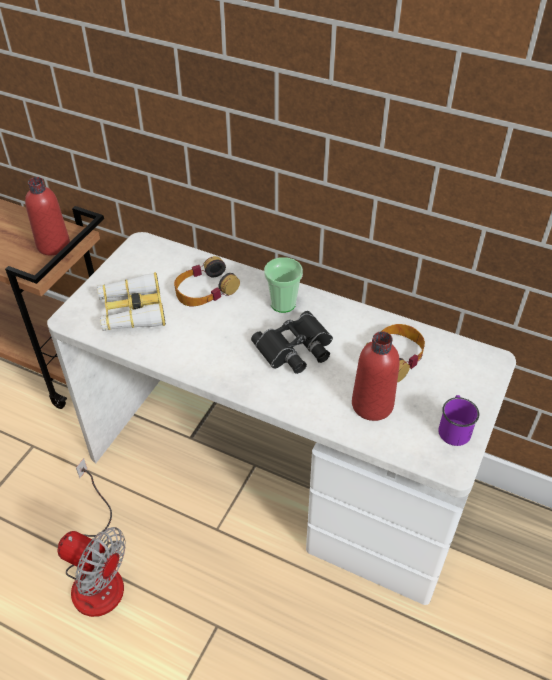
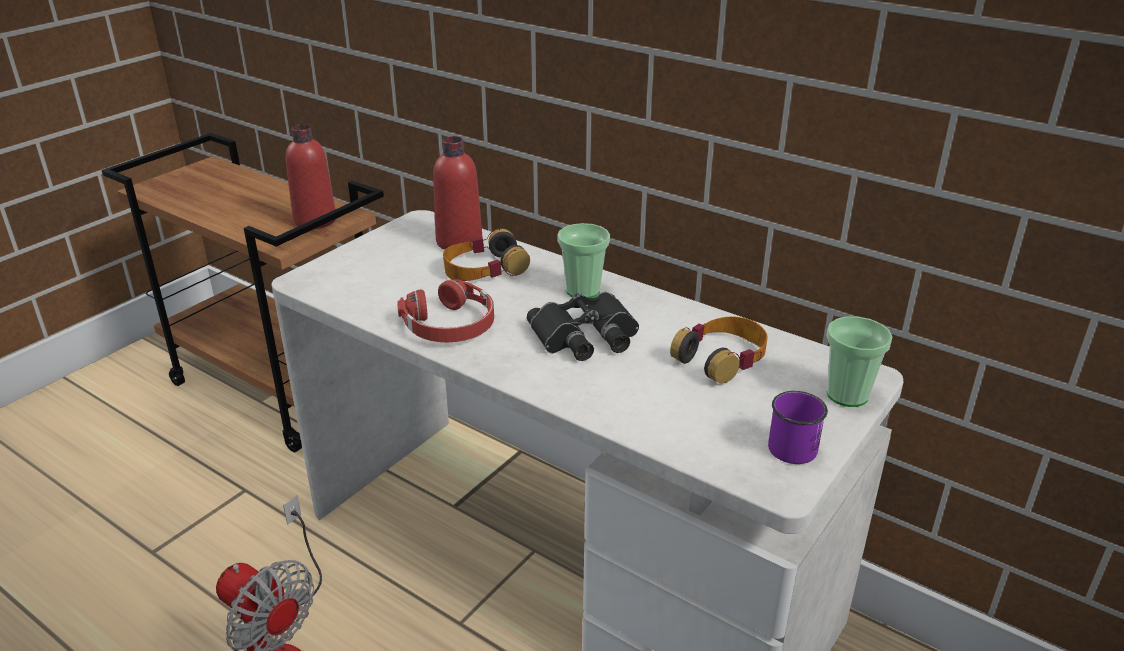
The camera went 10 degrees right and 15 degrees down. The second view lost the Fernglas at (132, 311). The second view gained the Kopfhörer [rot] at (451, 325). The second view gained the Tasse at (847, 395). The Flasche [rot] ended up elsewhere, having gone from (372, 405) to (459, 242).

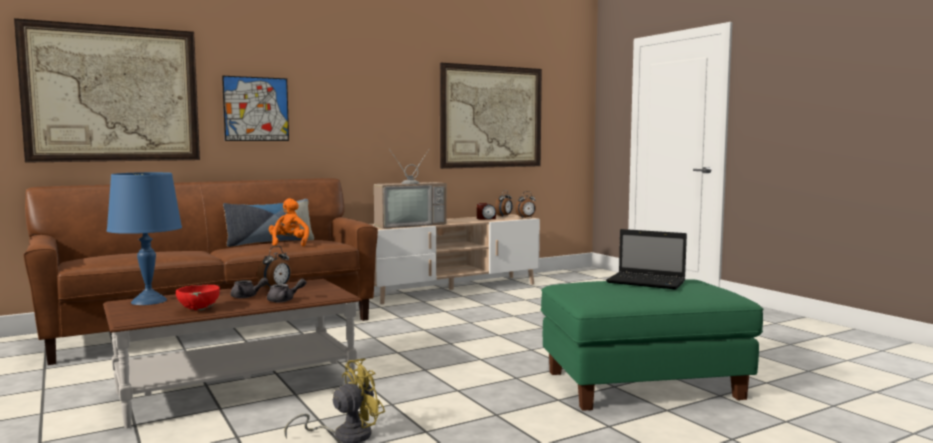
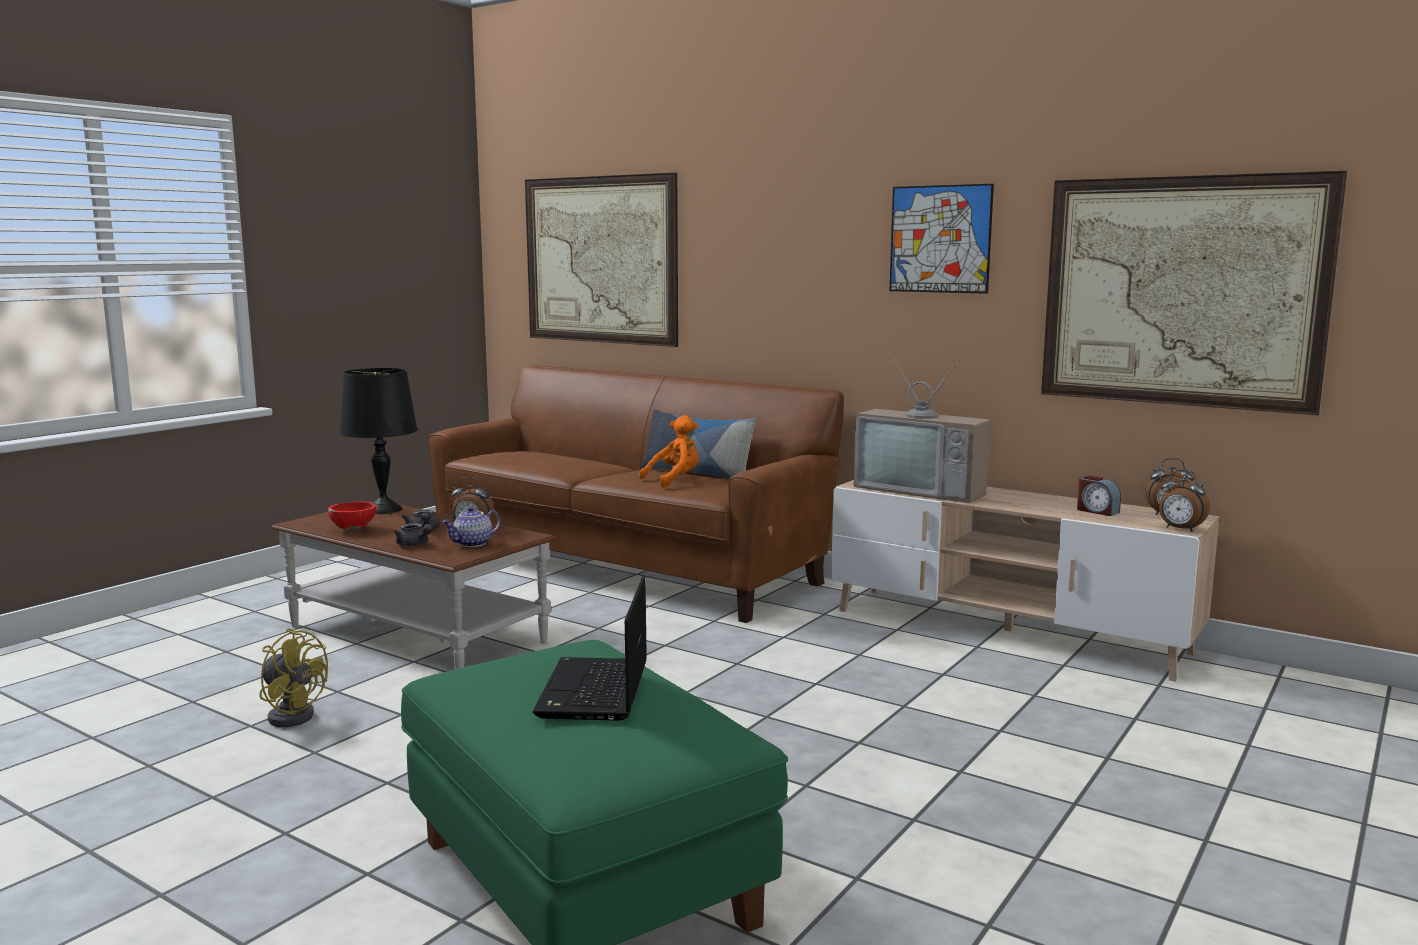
The camera went 65 degrees right and 5 degrees up. The second view gained the Teekanne at (473, 544). The Bild ended up elsewhere, having gone from (256, 109) to (940, 239). What was the Tischlampe [blau] at (148, 301) turned into the Tischlampe [schwarz] at (383, 509).

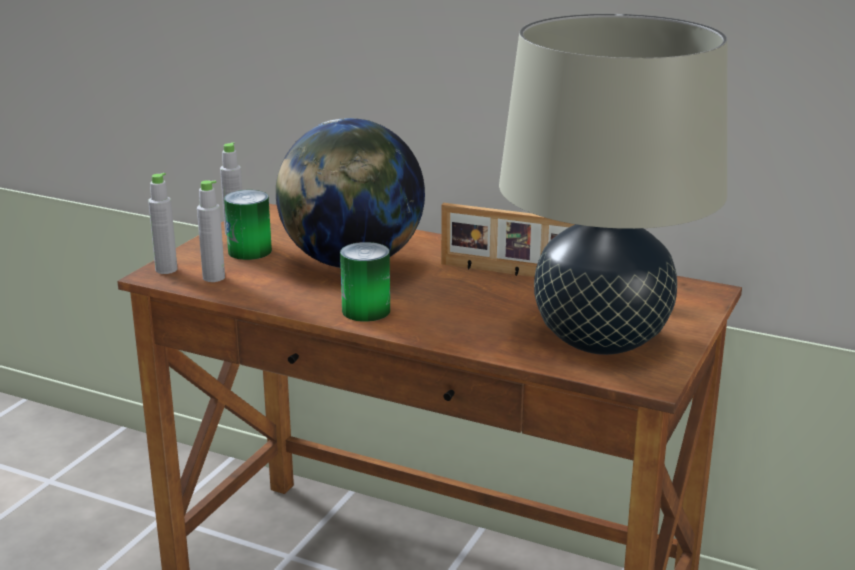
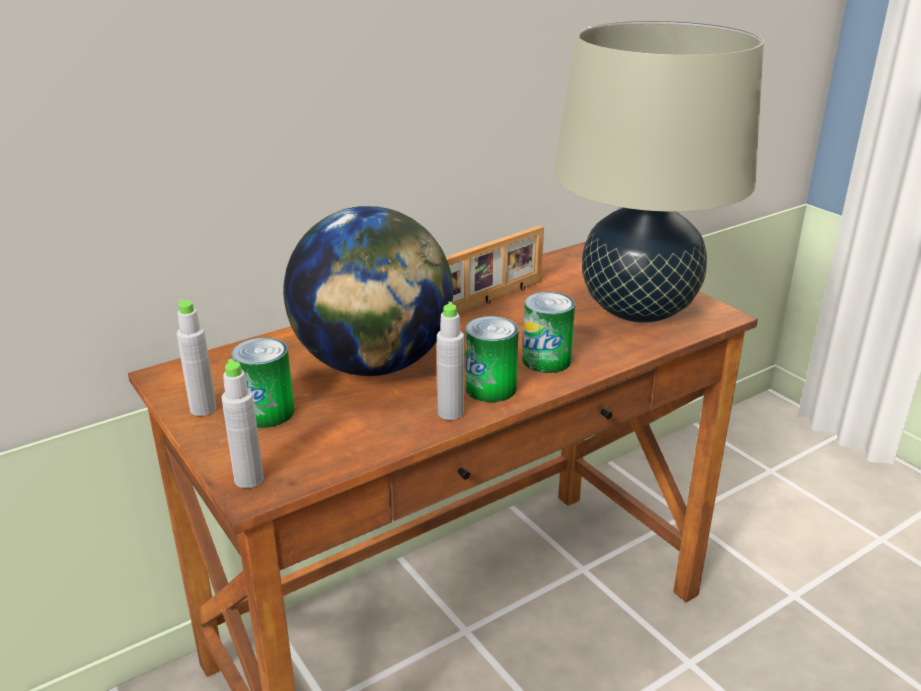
The camera went 60 degrees left and 5 degrees up. The second view gained the Dose at (546, 360). The Flasche [grau] ended up elsewhere, having gone from (214, 278) to (450, 413).

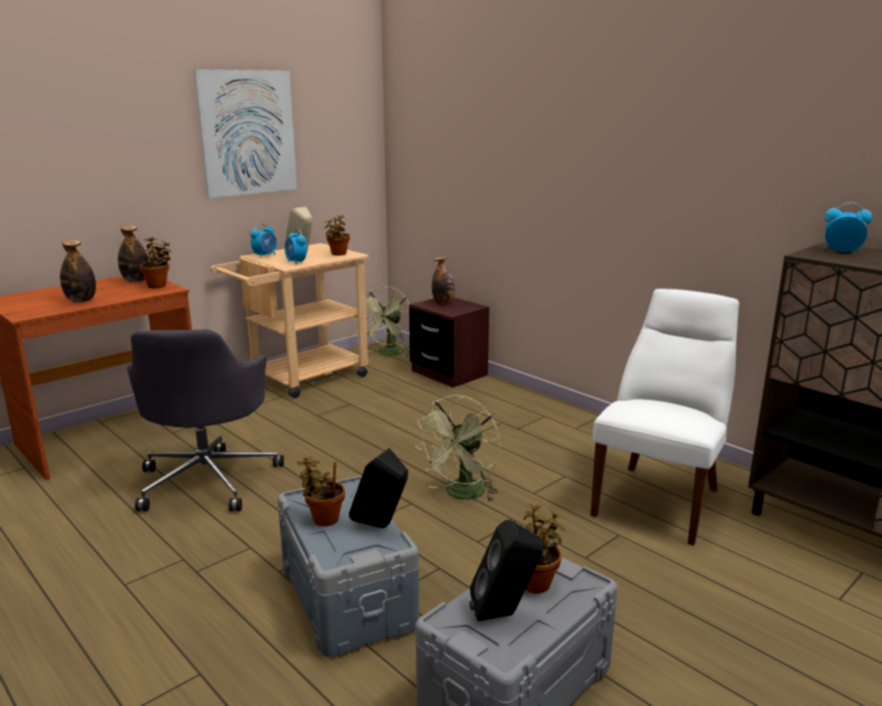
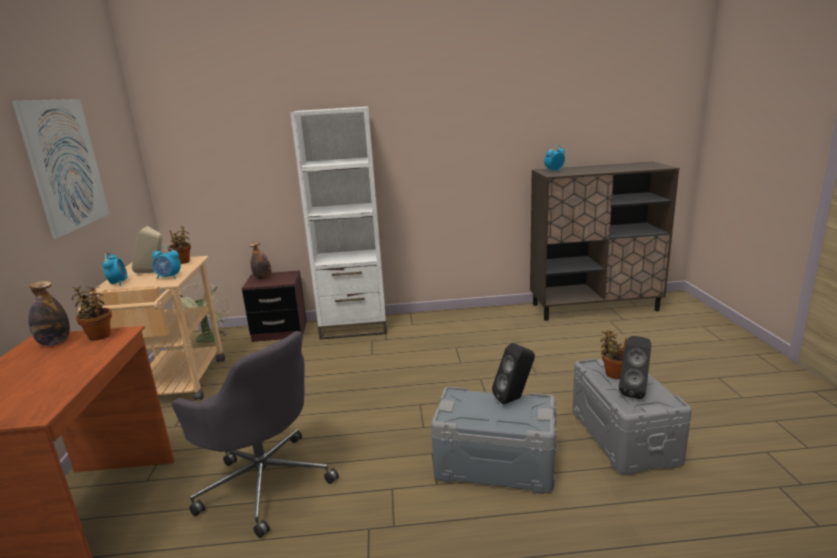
The camera went 50 degrees left and 0 degrees up. The second view lost the Flasche at (81, 300). The second view lost the Topfpflanze at (323, 518). The second view lost the Ventilator [grün] at (462, 495). The second view lost the Stuhl [weiß] at (659, 499). The second view gained the Bücherregal [weiß] at (354, 327).

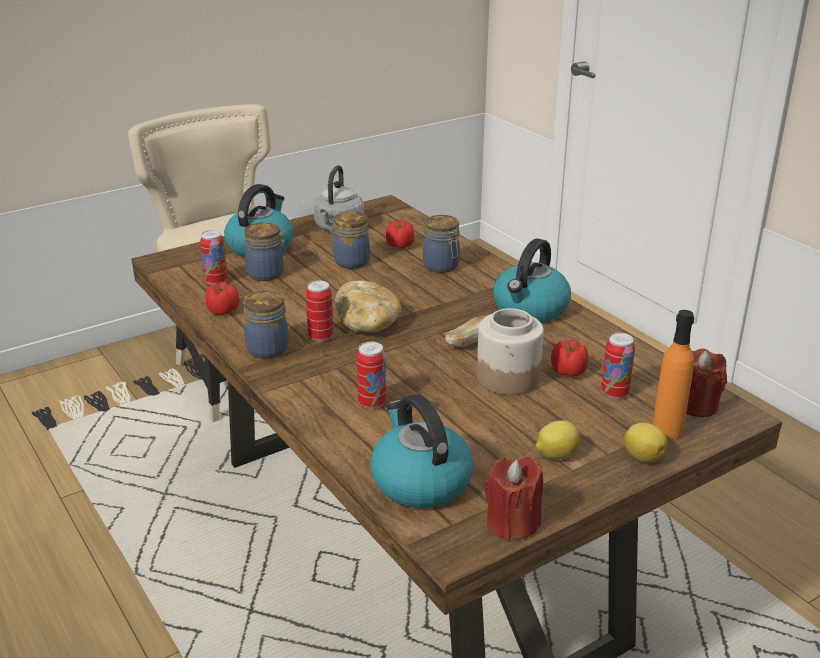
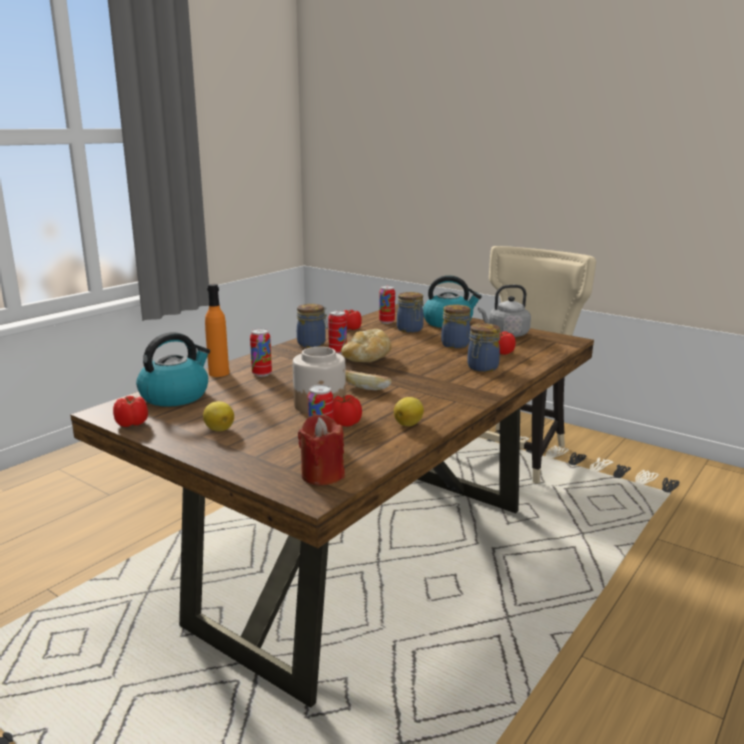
The camera went 70 degrees right and 10 degrees down. The second view lost the Wasserkessel at (530, 309). The Zitrone ended up elsewhere, having gone from (642, 456) to (409, 424). The Flasche [orange] ended up elsewhere, having gone from (667, 432) to (219, 373). Where the Kerze [rot] stood at (512, 523), the Tomate came to stand at (132, 424).

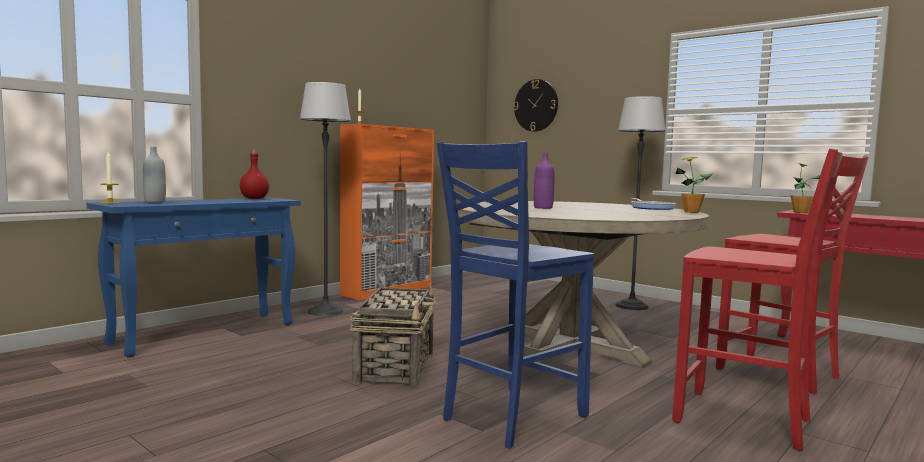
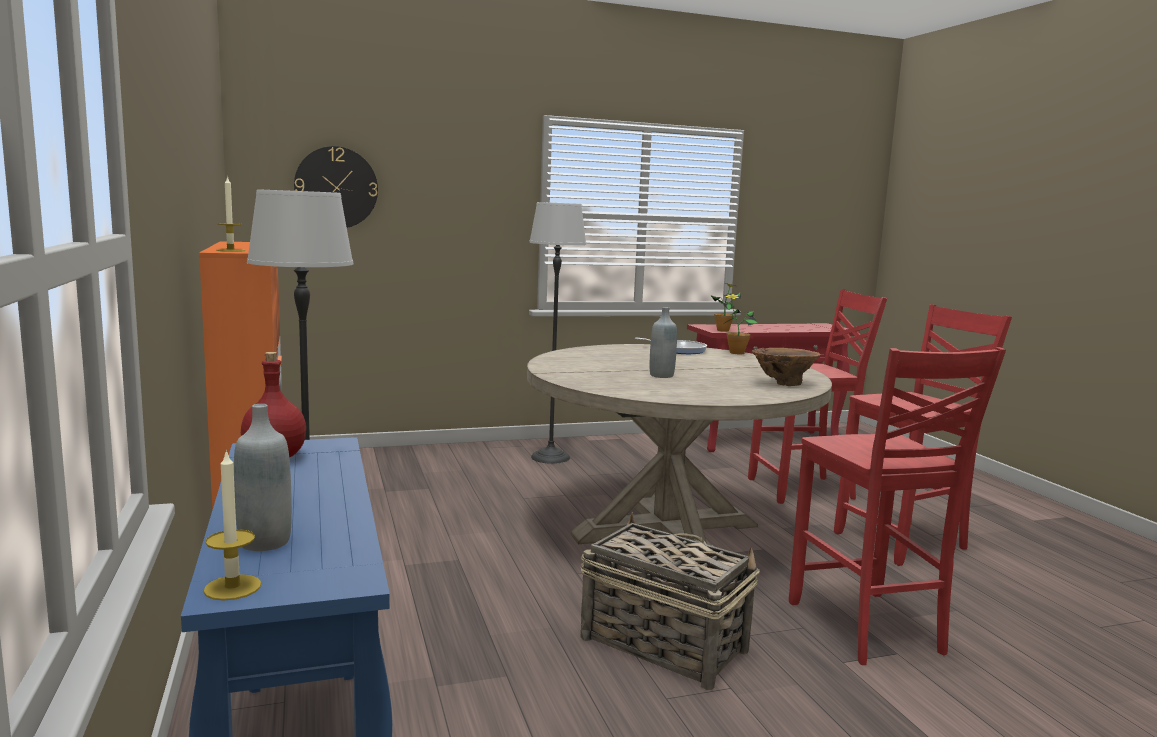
The camera went 60 degrees left and 5 degrees up. The second view gained the Vase [braun] at (782, 384). What was the Stuhl [blau] at (510, 417) turned into the Stuhl [rot] at (867, 629). What was the Flasche [lila] at (543, 208) turned into the Flasche [grau] at (661, 375).

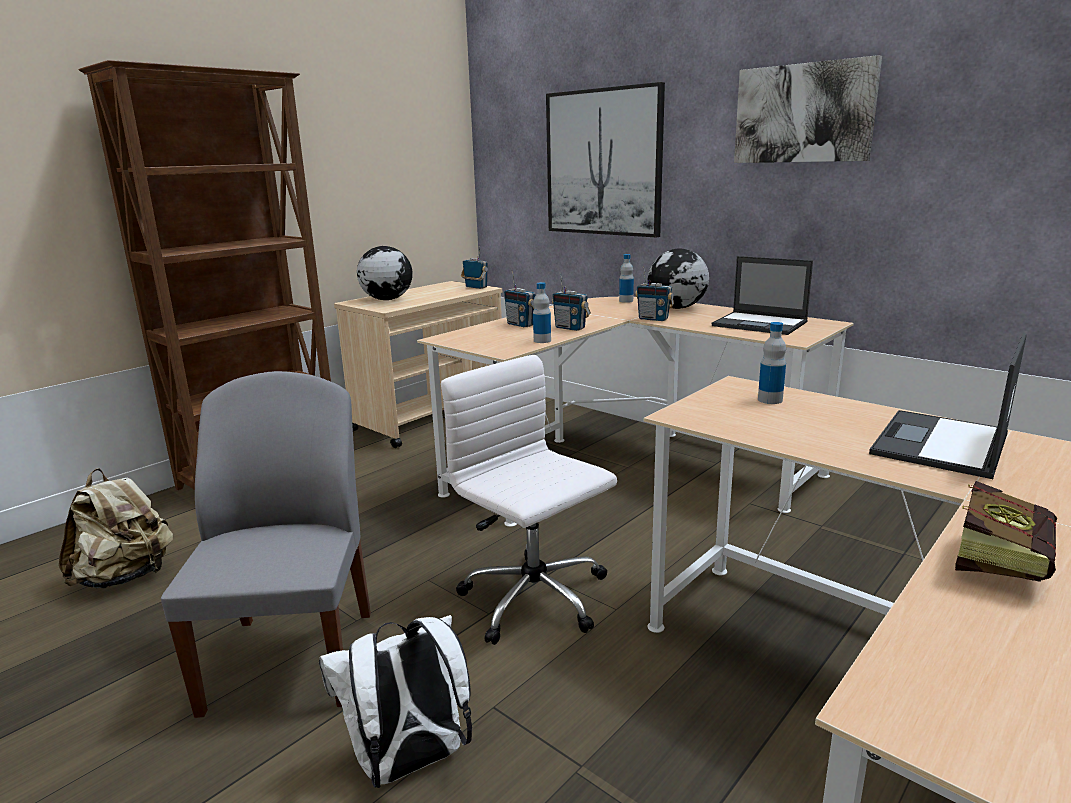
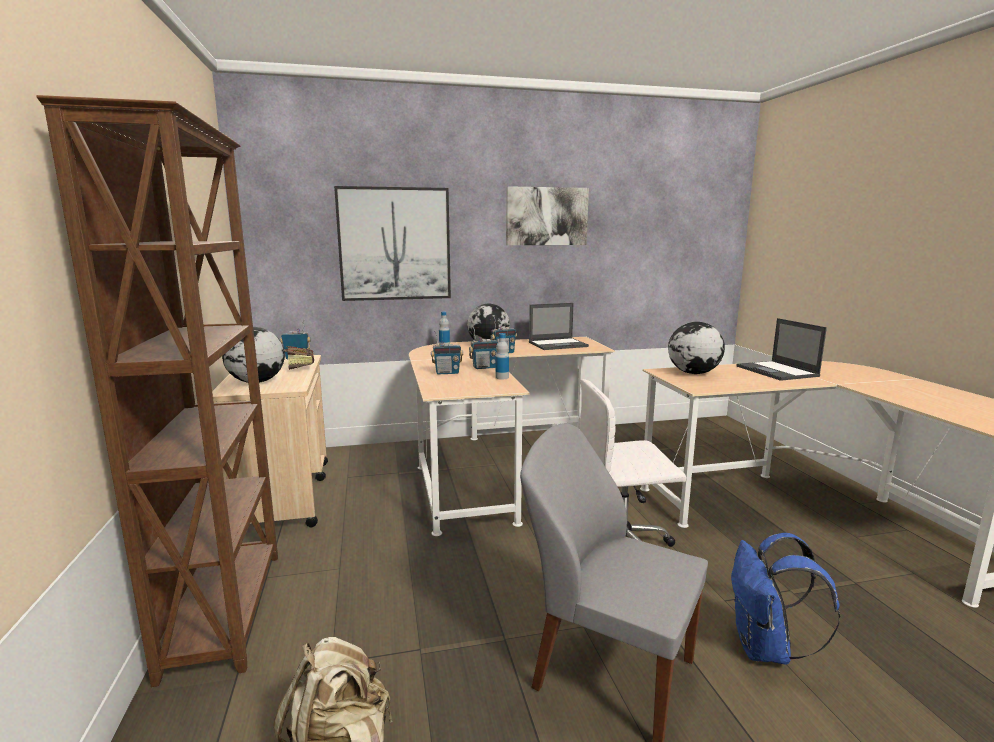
The camera went 55 degrees left and 5 degrees down. The Buch ended up elsewhere, having gone from (1000, 559) to (301, 367). Where the Flasche stood at (770, 400), the Globus came to stand at (692, 373). What was the Rucksack [weiß] at (409, 764) turned into the Rucksack [blau] at (765, 649).

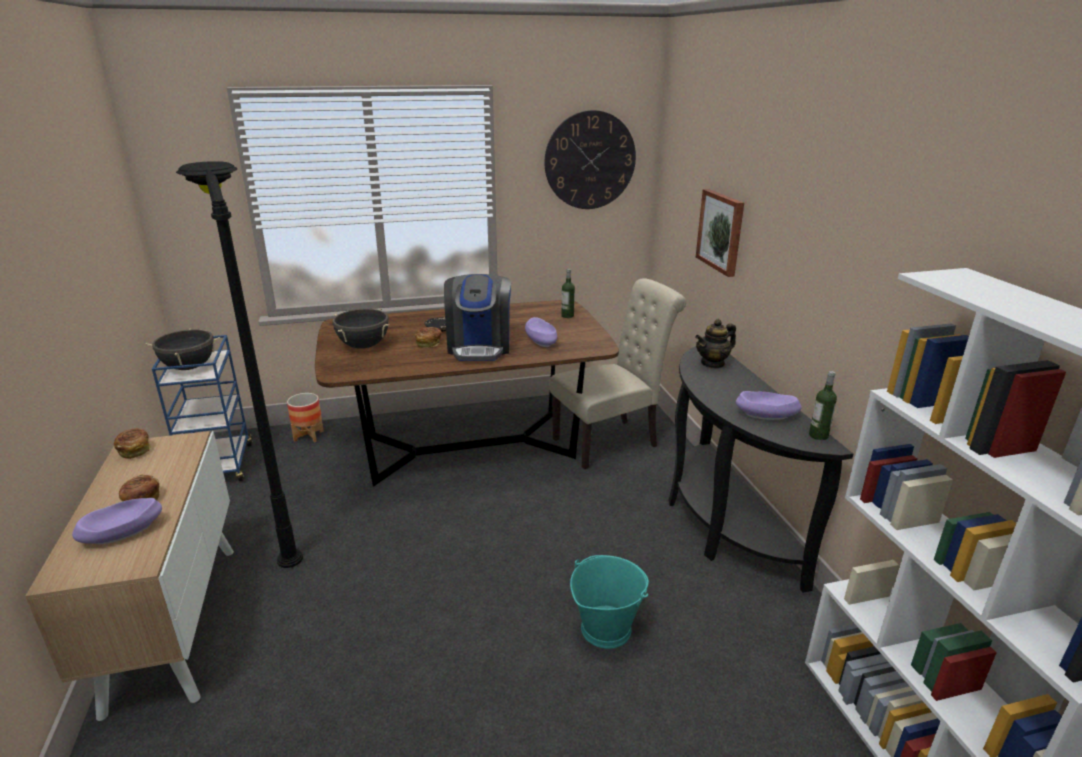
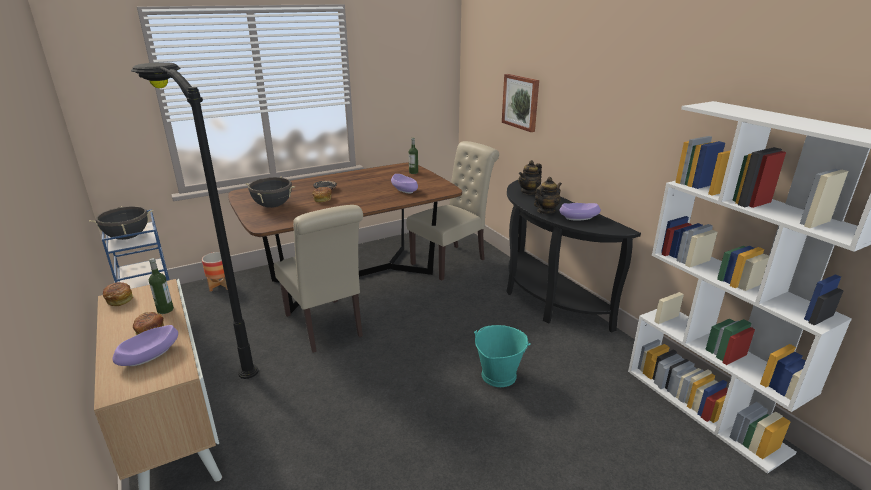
The camera went 15 degrees left and 0 degrees up. The second view lost the Kaffeemaschine at (479, 347). The second view lost the Wanduhr at (590, 160). The second view gained the Stuhl [beige] at (326, 327). The second view gained the Teekanne at (546, 211). The Flasche ended up elsewhere, having gone from (818, 435) to (165, 310).

